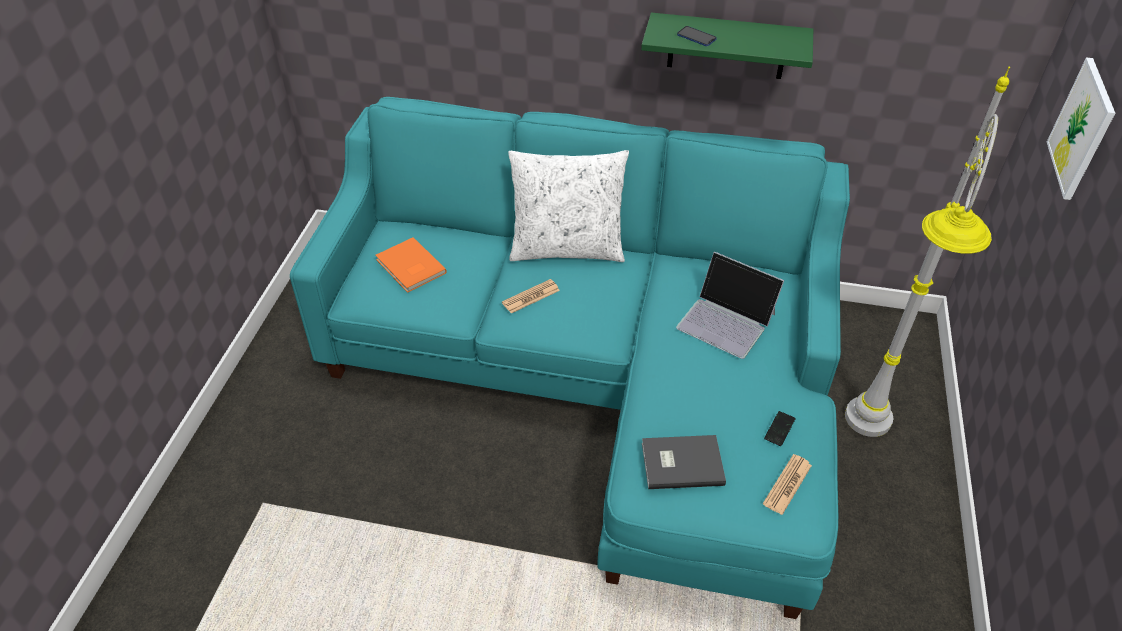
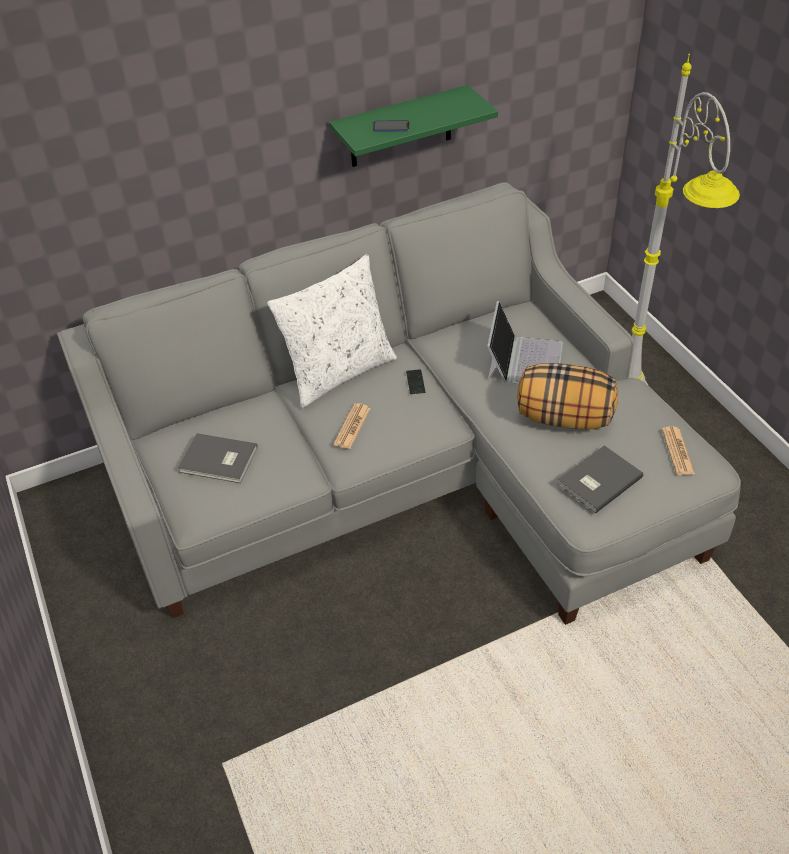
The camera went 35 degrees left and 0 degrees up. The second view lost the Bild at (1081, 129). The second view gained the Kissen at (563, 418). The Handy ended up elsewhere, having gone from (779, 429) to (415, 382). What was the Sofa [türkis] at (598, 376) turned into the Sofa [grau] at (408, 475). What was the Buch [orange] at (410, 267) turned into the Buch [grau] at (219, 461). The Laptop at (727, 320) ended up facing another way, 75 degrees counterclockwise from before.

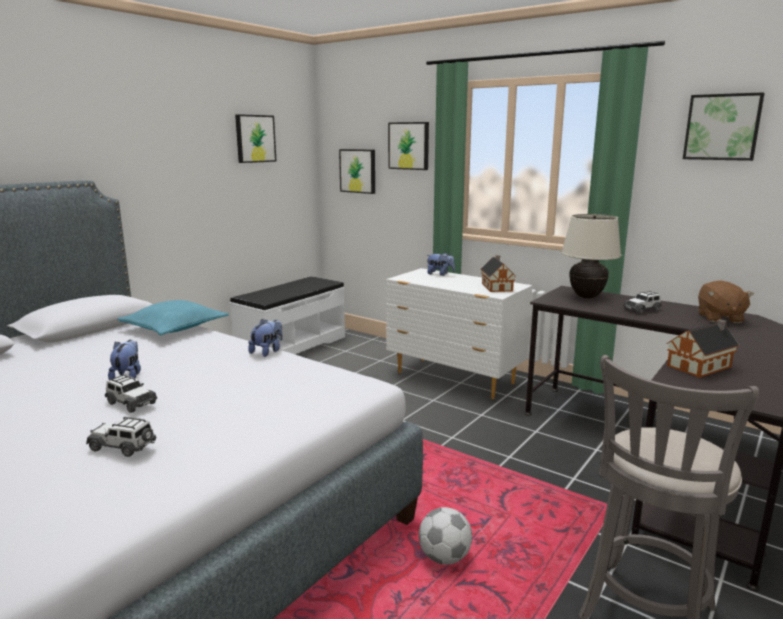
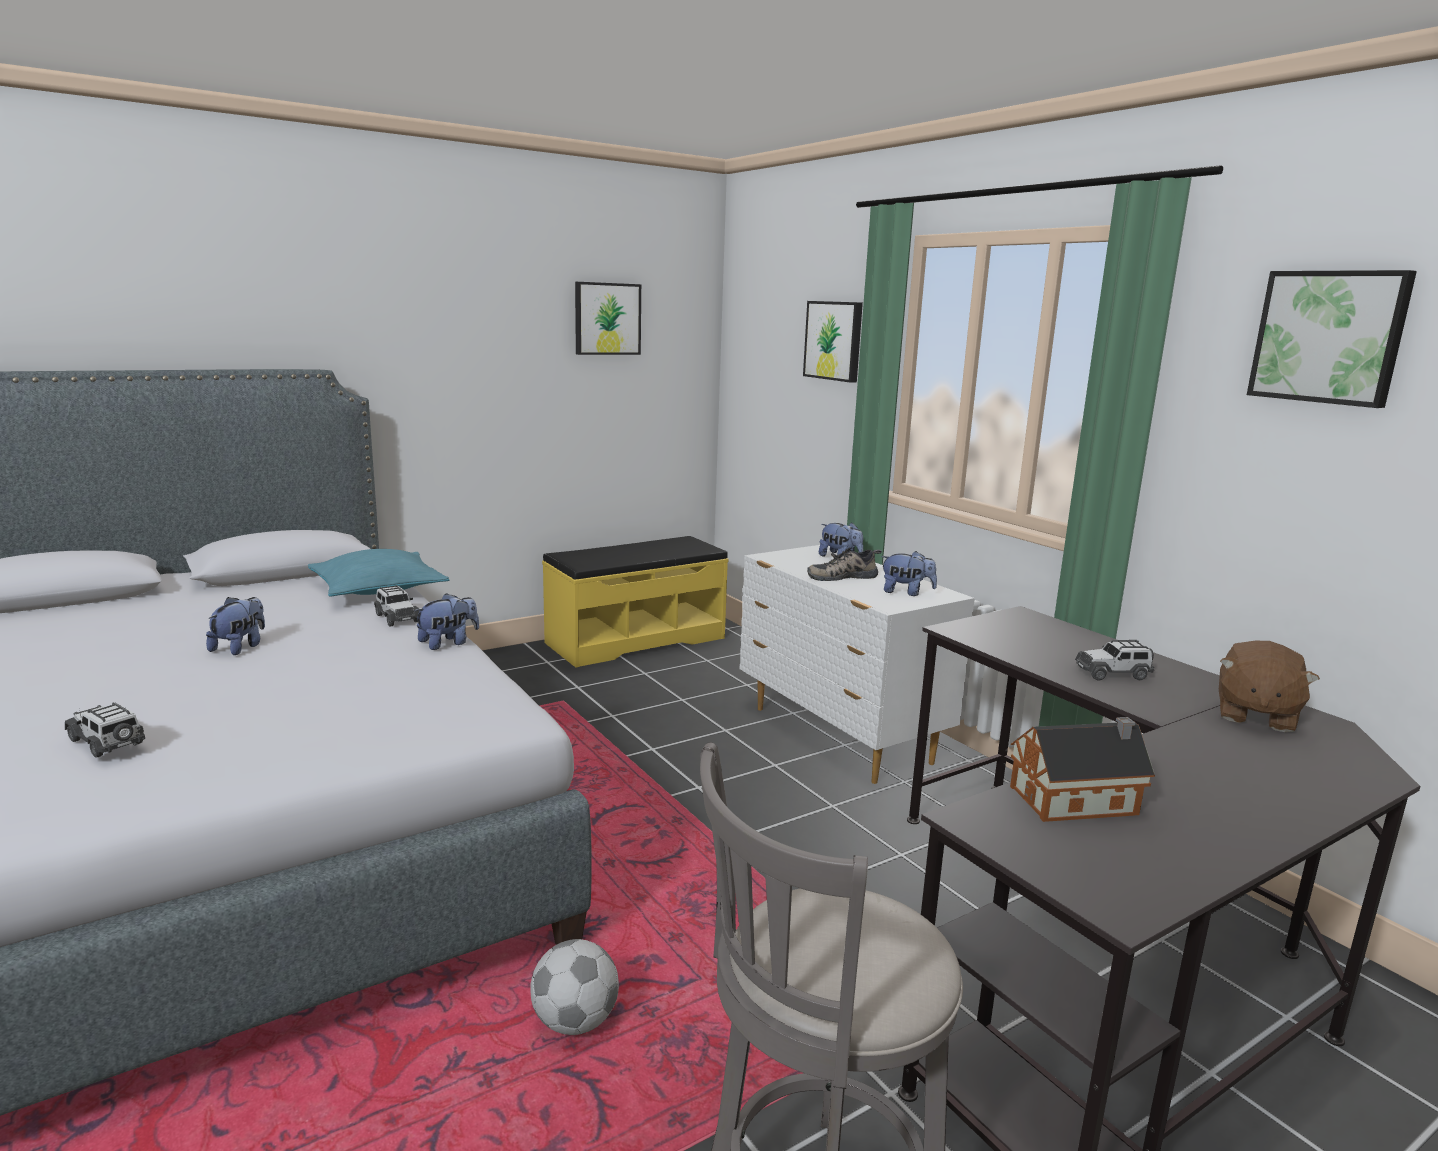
The camera went 20 degrees right and 0 degrees up. The second view lost the Bild at (358, 171). The second view lost the Tischlampe [beige] at (586, 296). The second view gained the Schuh at (842, 576). The Spielzeugauto ended up elsewhere, having gone from (130, 403) to (396, 618). Where the Spielzeughaus stood at (497, 287), the Plüschtier came to stand at (906, 592). What was the Bank [weiß] at (291, 346) turned into the Bank [gelb] at (635, 640).

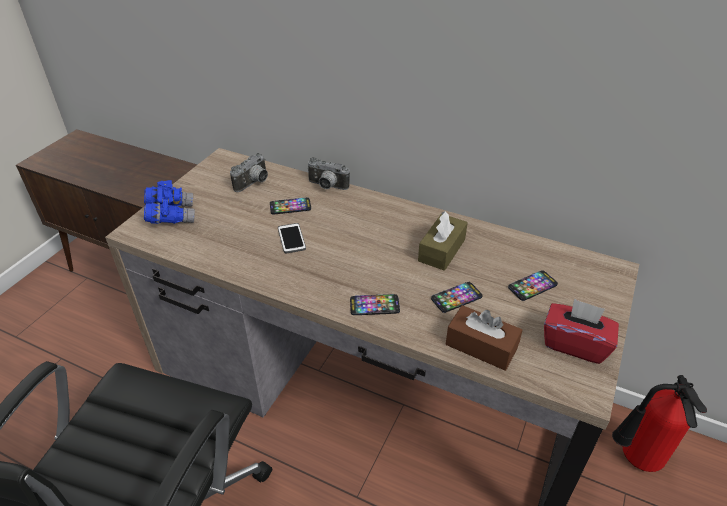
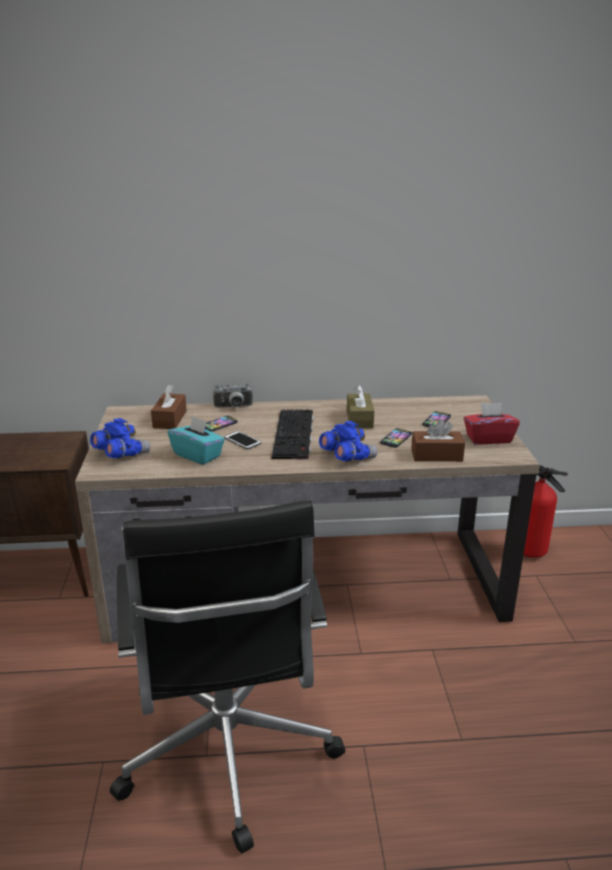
The camera went 30 degrees left and 15 degrees down. The second view gained the Taschentuchbox [türkis] at (198, 455). The second view gained the Tastatur at (295, 434). Where the Kamera stood at (254, 183), the Taschentuchbox [braun] came to stand at (170, 419). Where the Handy stood at (374, 306), the Fernglas [blau] came to stand at (347, 457).

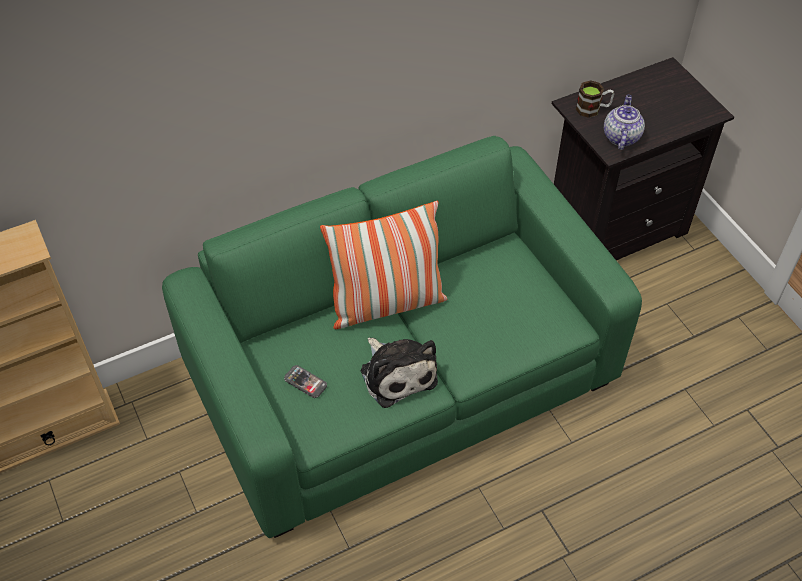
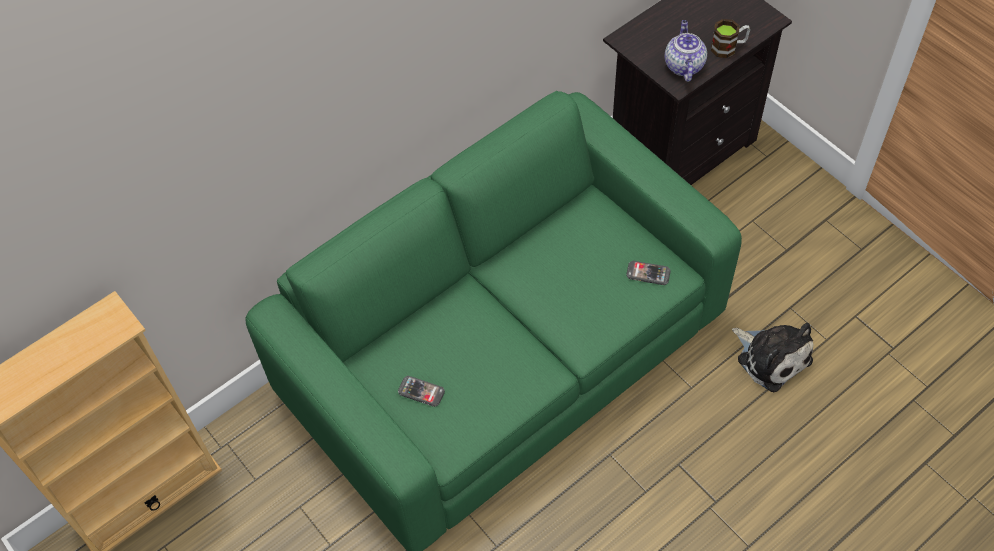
The camera went 10 degrees left and 5 degrees up. The second view lost the Kissen at (386, 303). The second view gained the Handy at (648, 273). The Plüschtier ended up elsewhere, having gone from (397, 373) to (771, 357). The Henkelbecher ended up elsewhere, having gone from (593, 109) to (728, 47).

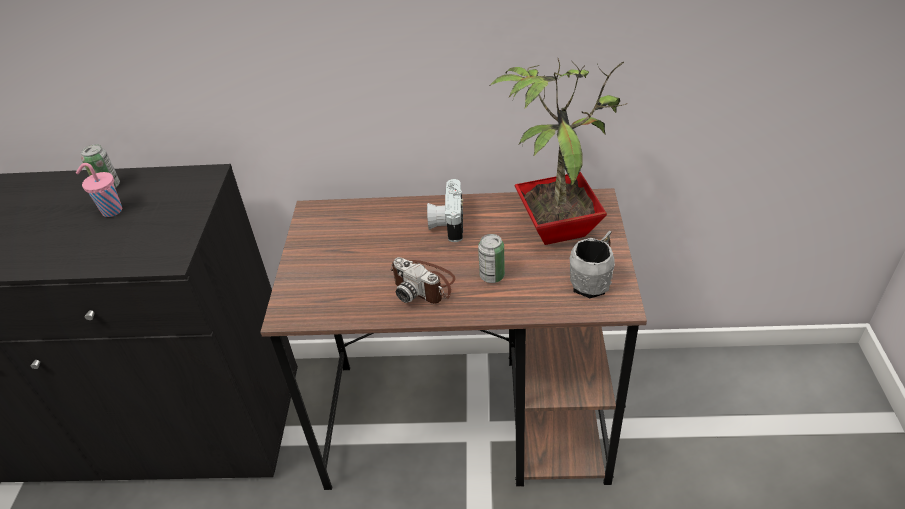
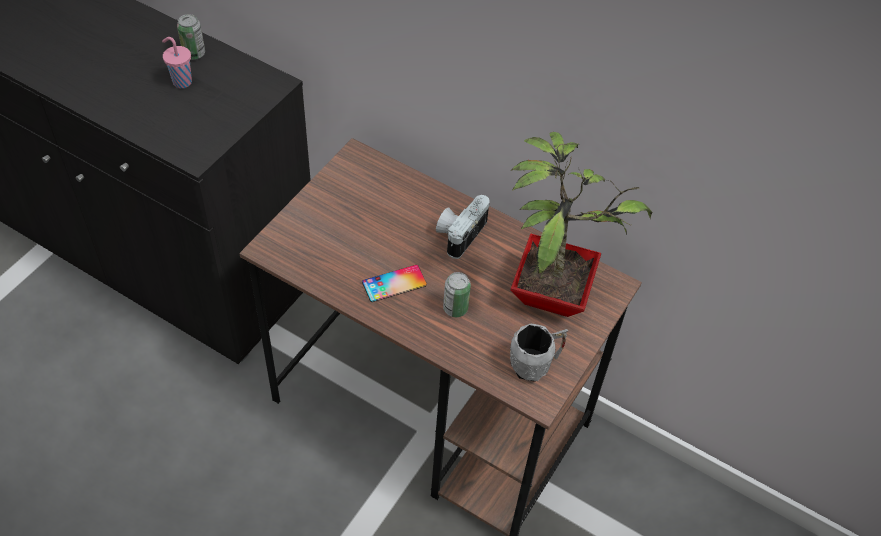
The camera went 25 degrees right and 10 degrees up. Where the Kamera stood at (424, 284), the Handy came to stand at (394, 283).

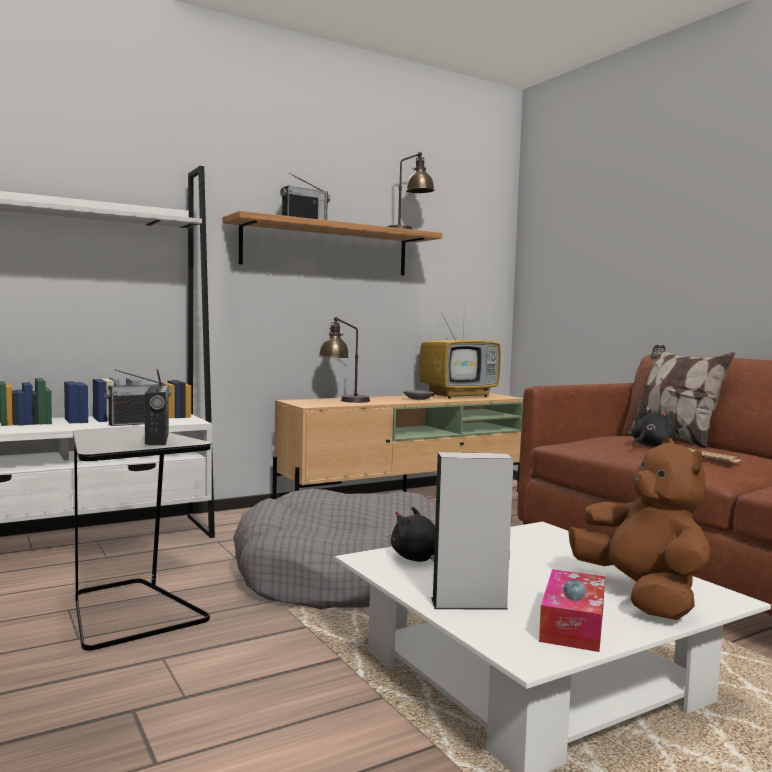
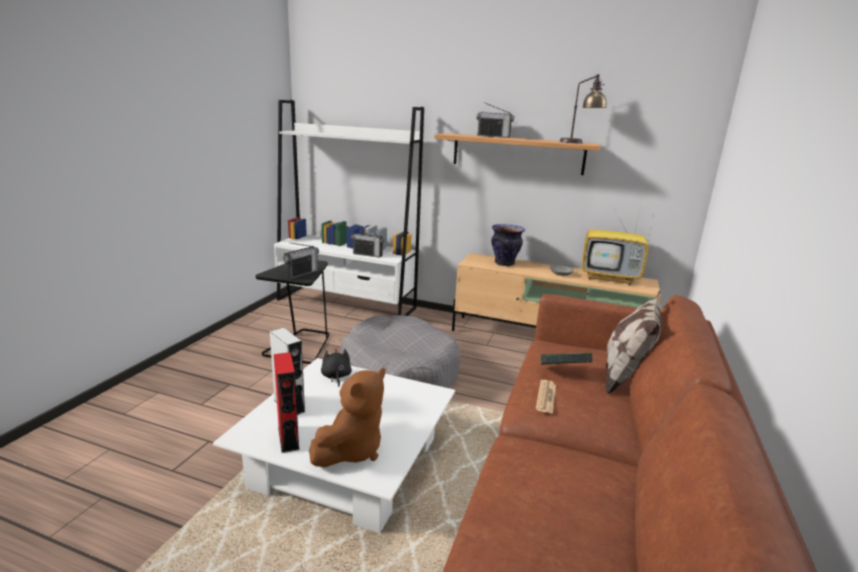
The camera went 50 degrees right and 15 degrees up. Where the Tischlampe stood at (344, 401), the Vase came to stand at (504, 263). Where the Taschentuchbox stood at (572, 624), the Lautsprecher [rot] came to stand at (288, 438). Where the Plüschtier [schwarz] stood at (651, 446), the Buch came to stand at (562, 373).

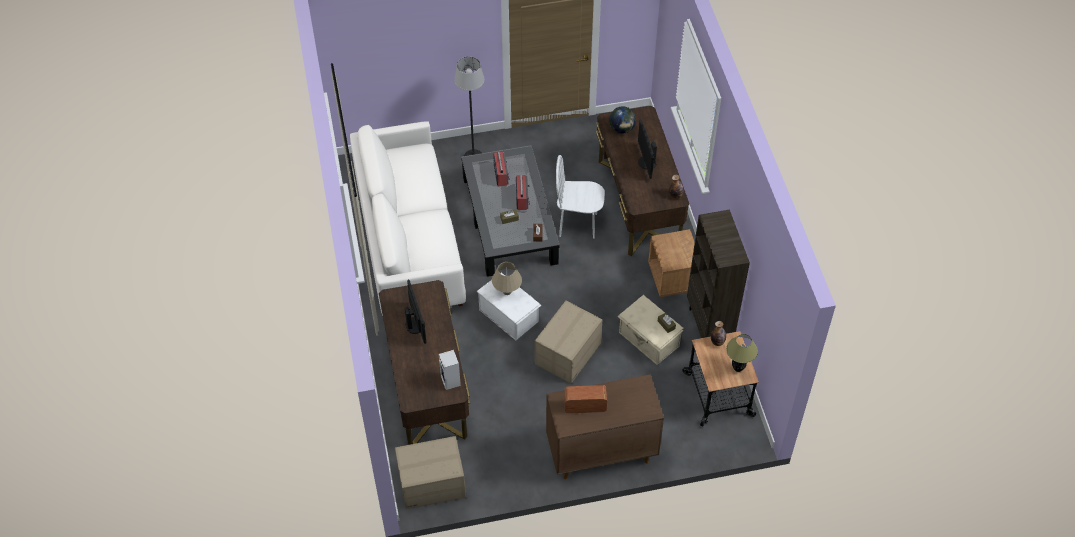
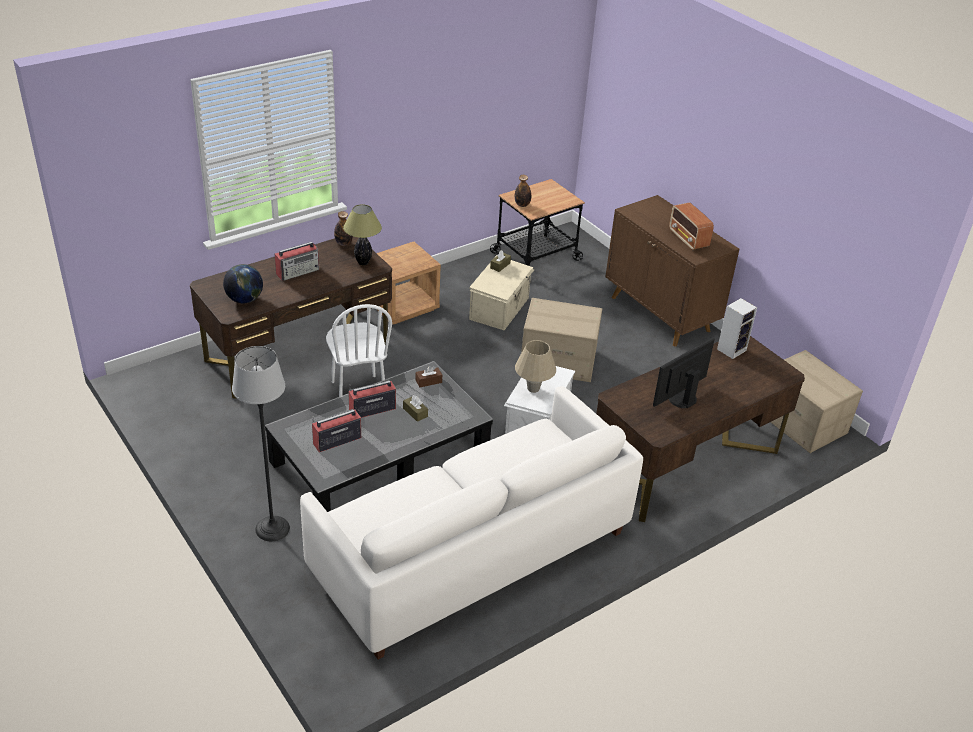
The camera went 115 degrees left and 15 degrees down. The second view lost the Bücherregal [braun] at (709, 328). The Tischlampe ended up elsewhere, having gone from (737, 368) to (363, 263). Where the Monitor stood at (646, 162), the Radio came to stand at (298, 271).

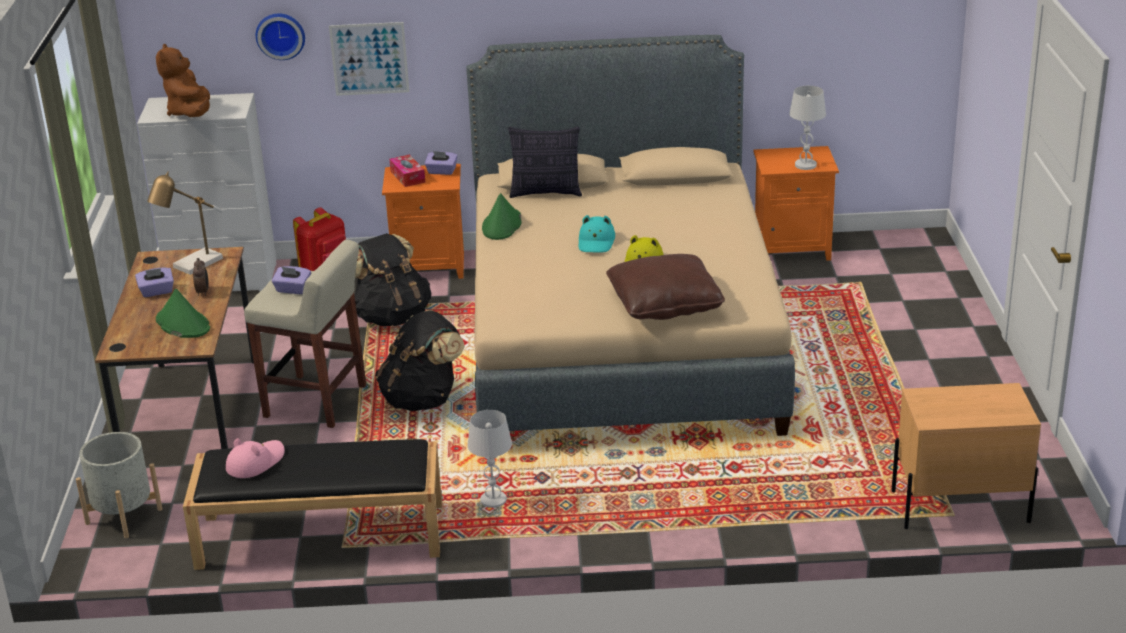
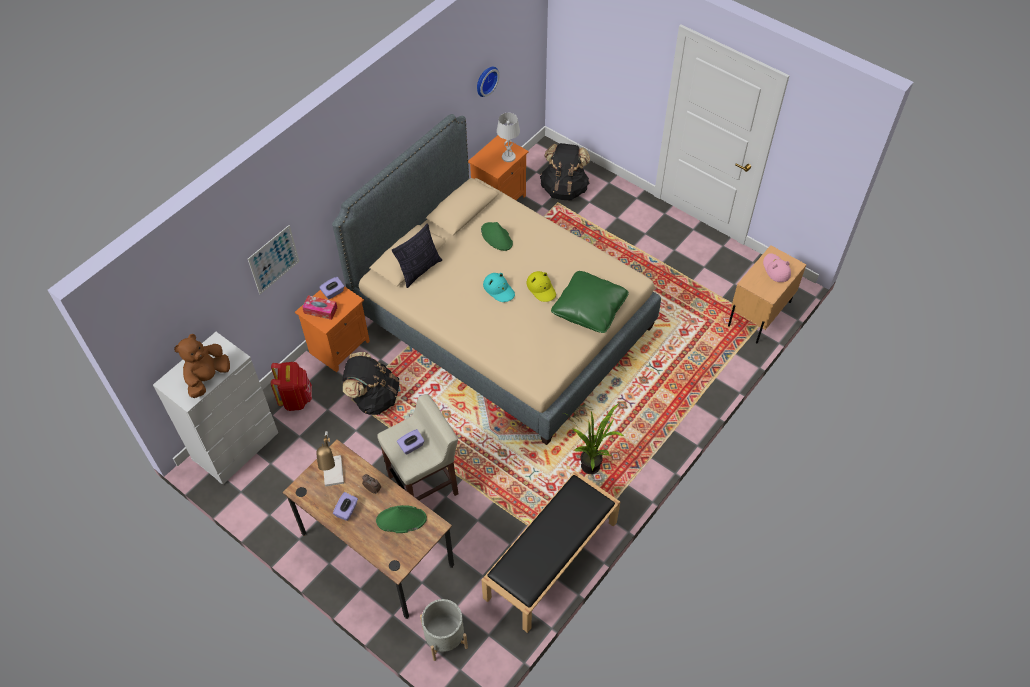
The camera went 50 degrees left and 25 degrees up. The Hut [rosa] ended up elsewhere, having gone from (255, 462) to (776, 269). The Wanduhr ended up elsewhere, having gone from (280, 35) to (485, 80). The Rucksack [schwarz] ended up elsewhere, having gone from (423, 399) to (564, 189). The Hut [grün] ended up elsewhere, having gone from (502, 225) to (497, 237). Where the Tischlampe [weiß] stood at (493, 500), the Topfpflanze came to stand at (592, 470). What was the Kissen [braun] at (664, 304) turned into the Kissen [grün] at (589, 309). The Plüschtier [braun] at (190, 113) ended up facing another way, 90 degrees clockwise from before.

